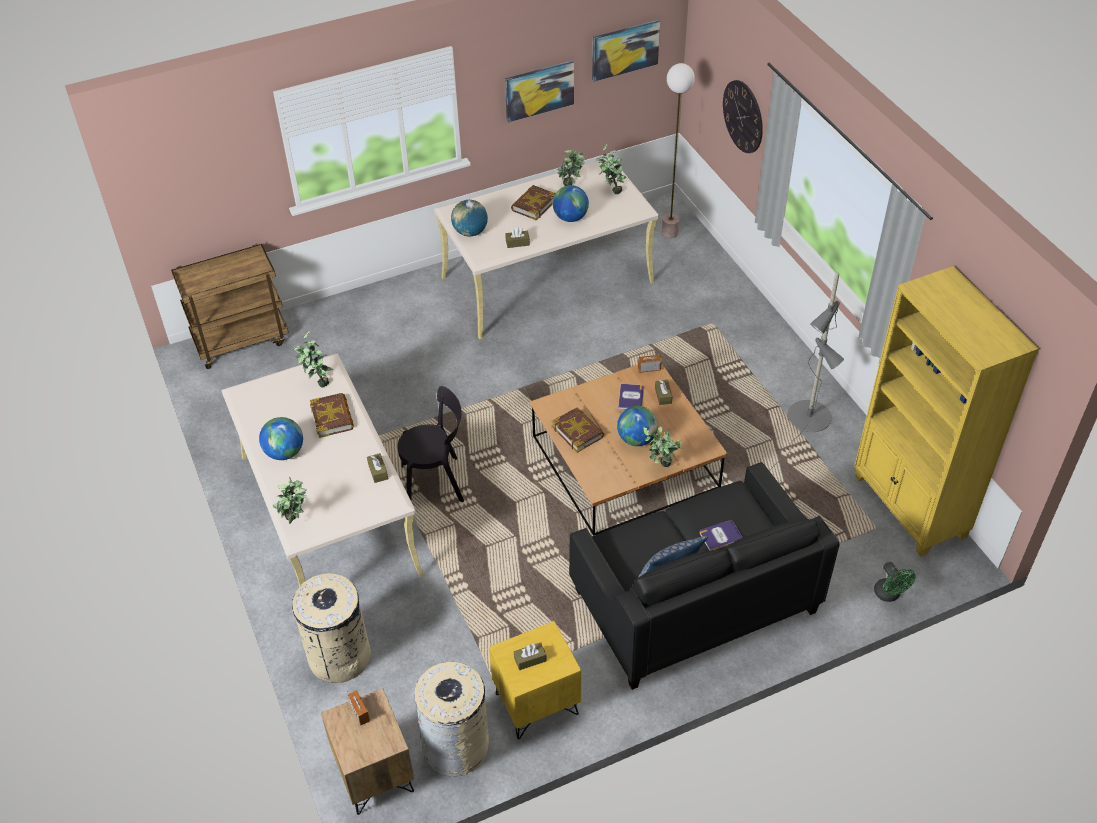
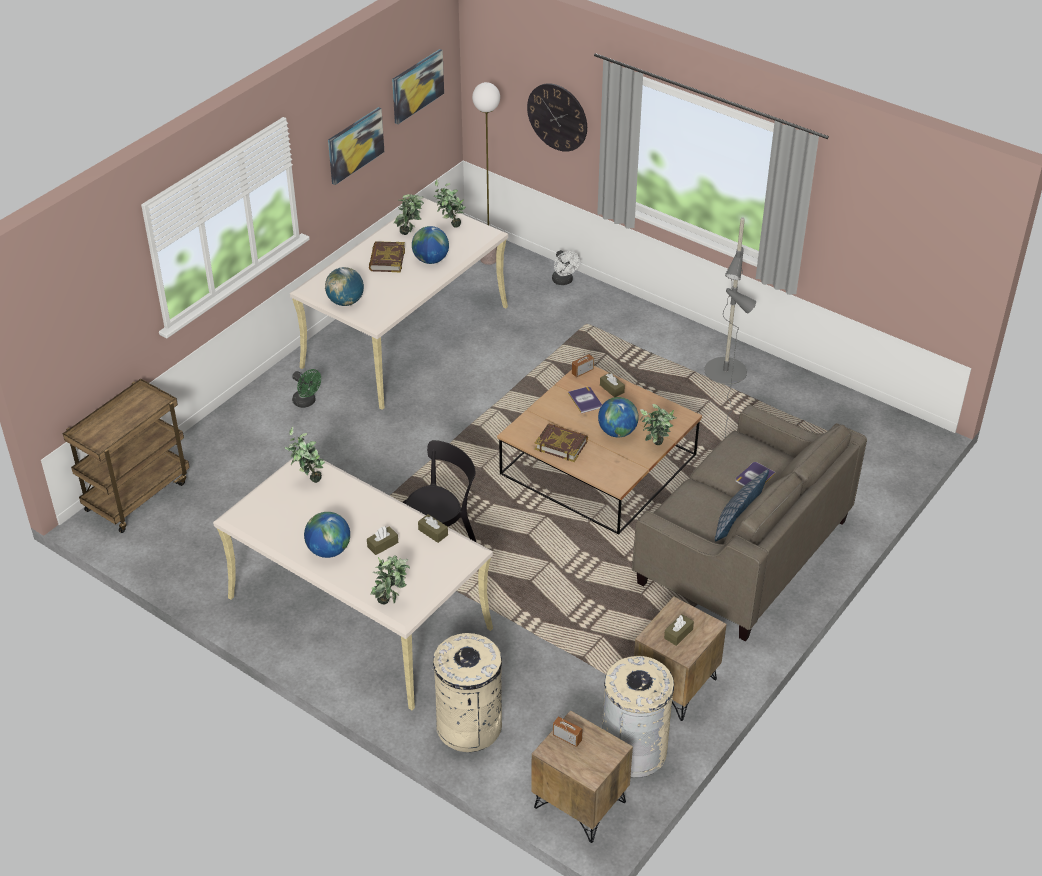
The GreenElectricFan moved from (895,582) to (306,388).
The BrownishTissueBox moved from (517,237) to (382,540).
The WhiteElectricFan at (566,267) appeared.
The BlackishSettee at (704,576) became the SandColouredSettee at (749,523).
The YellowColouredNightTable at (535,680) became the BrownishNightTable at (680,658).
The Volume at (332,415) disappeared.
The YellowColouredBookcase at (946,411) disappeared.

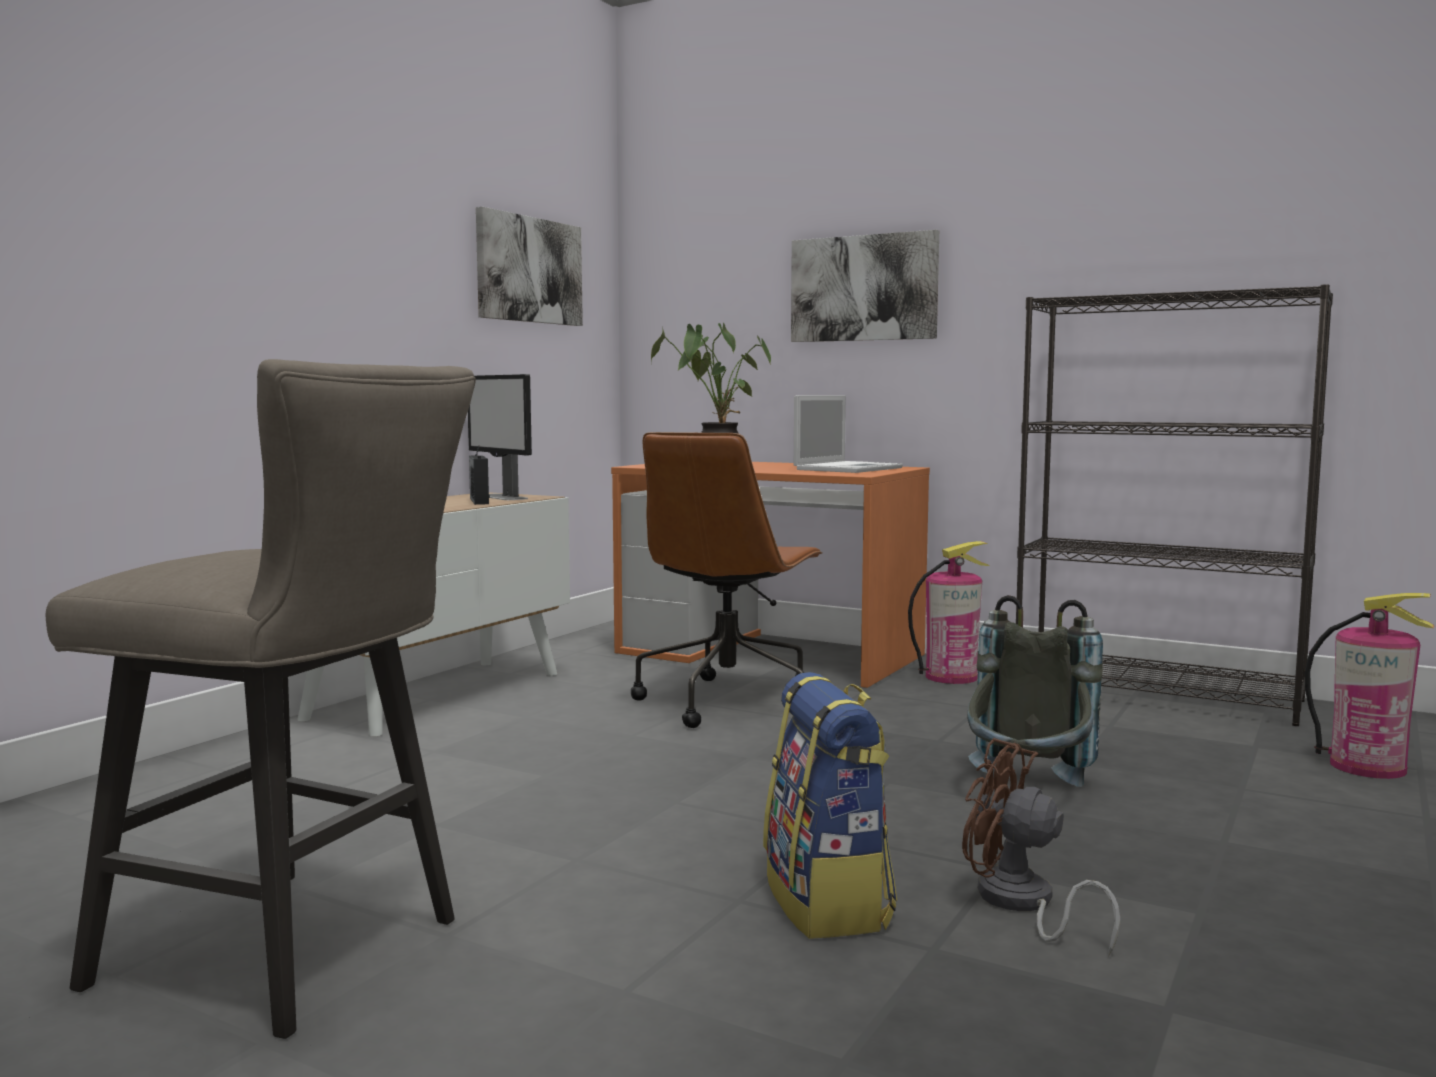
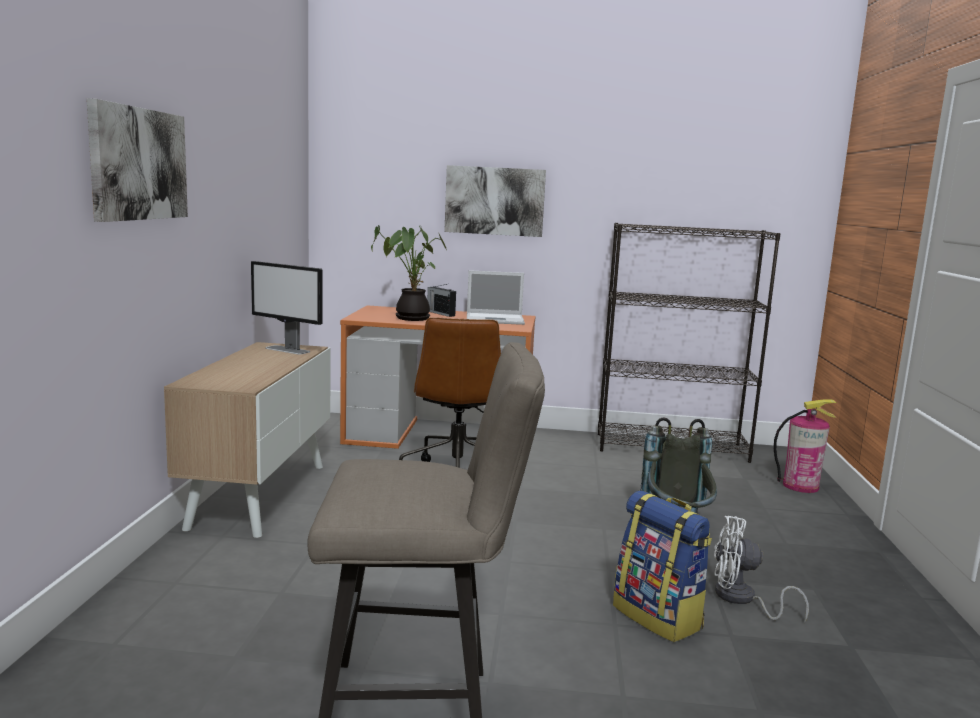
The Picture moved from (529,266) to (137,160).
The RadioSet moved from (479,476) to (441,300).
The Laptop at (848,434) turned 75 degrees clockwise.
The BrownishElectricFan at (1041,847) became the WhiteElectricFan at (761,569).
The FireExtinguisher at (949,612) disappeared.

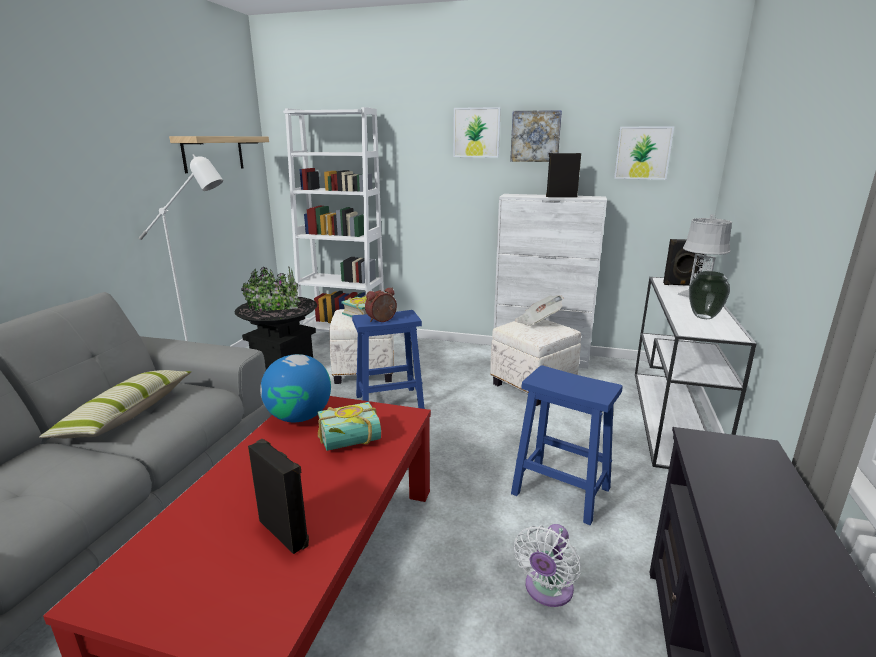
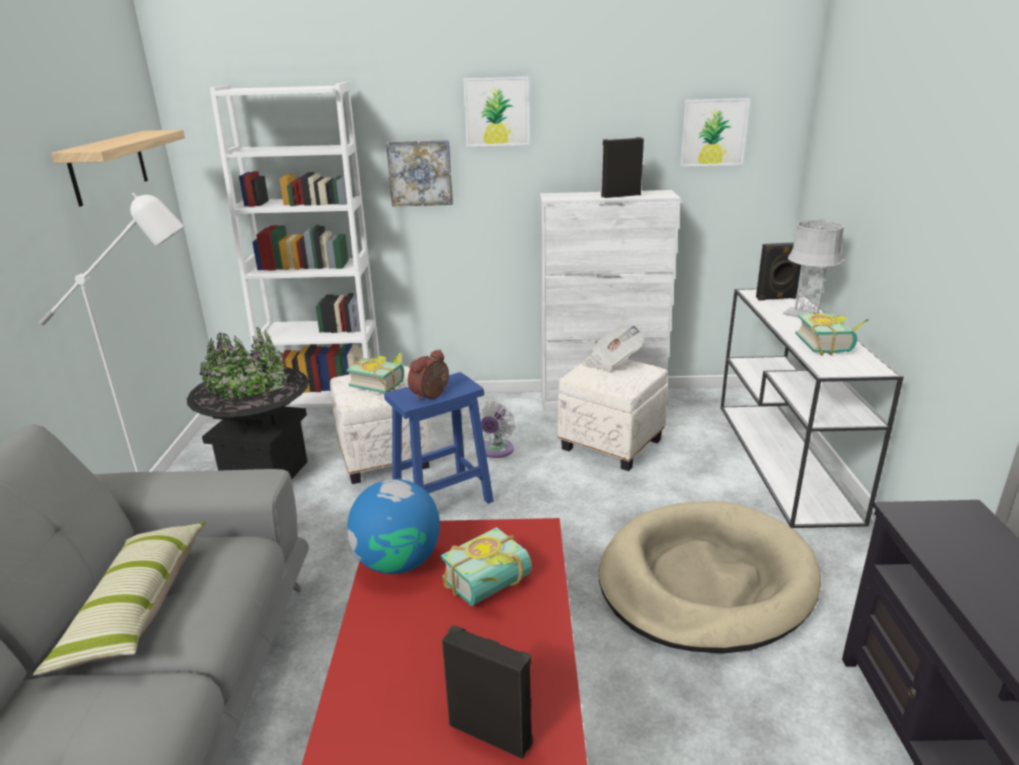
The Picture moved from (536,136) to (419,173).
The WhiteElectricFan moved from (547,565) to (492,429).
The BluishStool at (567,445) was replaced by the SandColouredDogBed at (710,577).
The Vase at (709,295) was replaced by the Volume at (832,333).

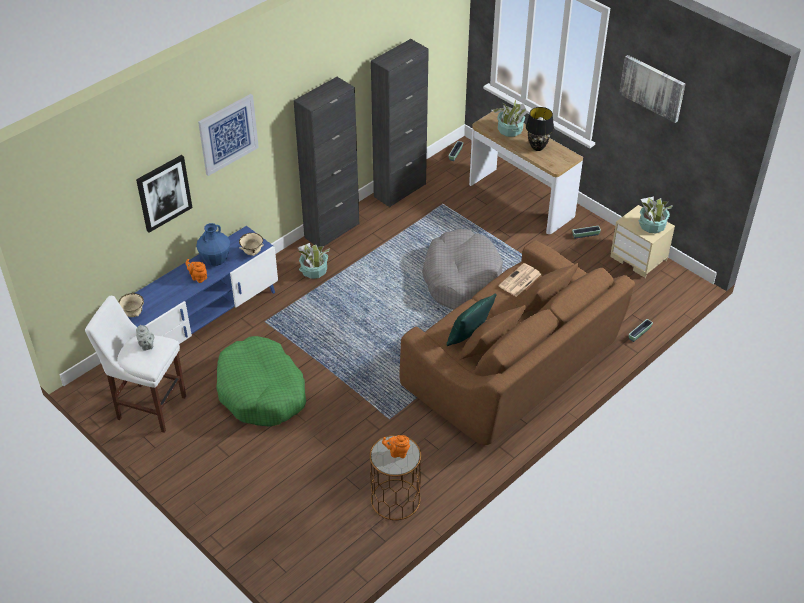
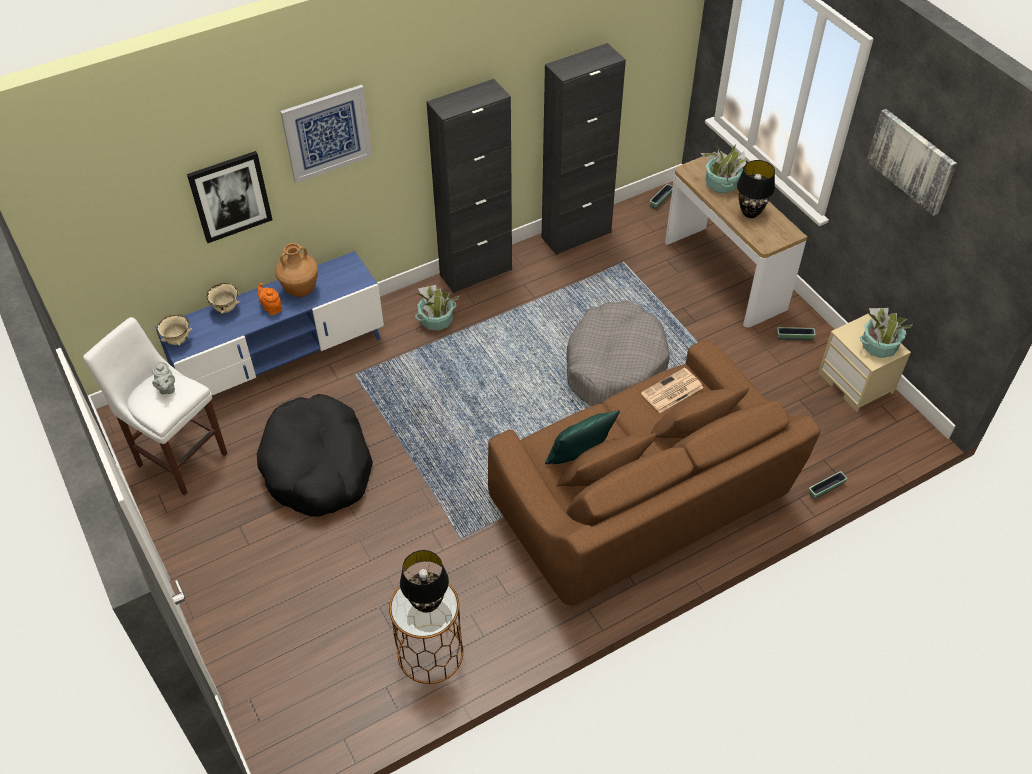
The SandColouredDeepDish moved from (251,244) to (223,298).
The GreenDogBed at (261,381) became the BlackishDogBed at (315,455).
The BluishVase at (213,244) became the BrownishVase at (296,270).
The OrangeColouredTeapot at (396,446) was replaced by the BlackishTableLamp at (424,581).

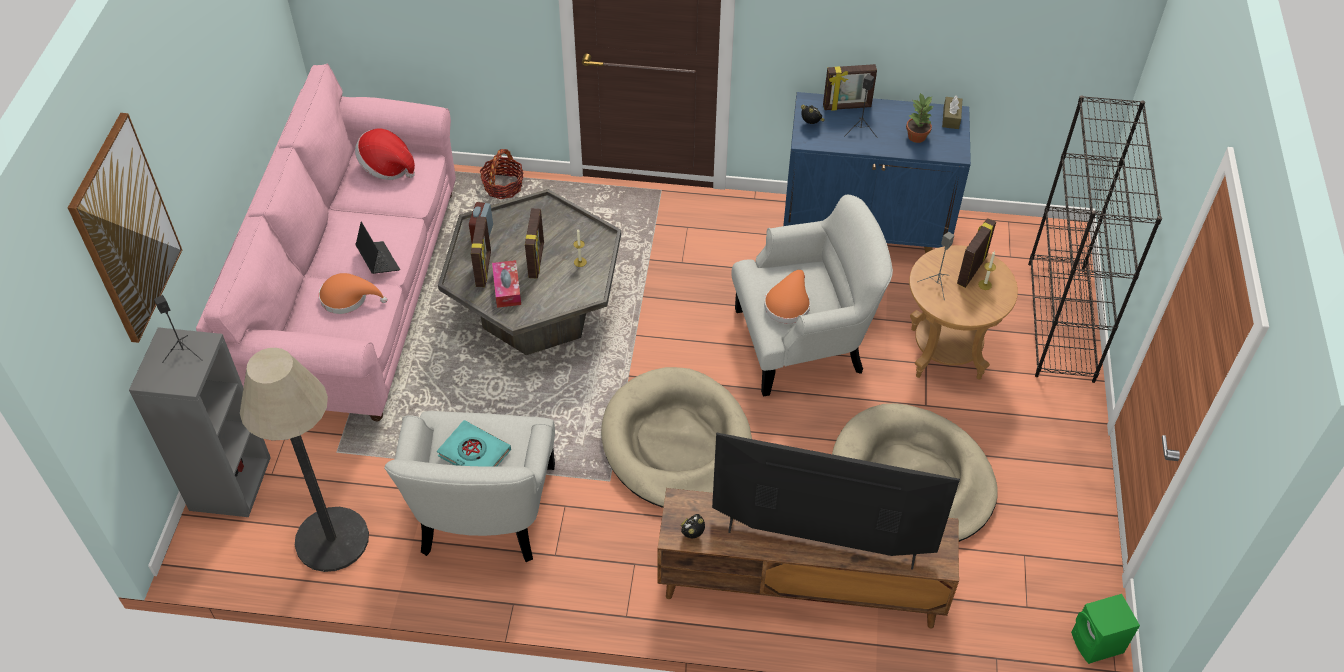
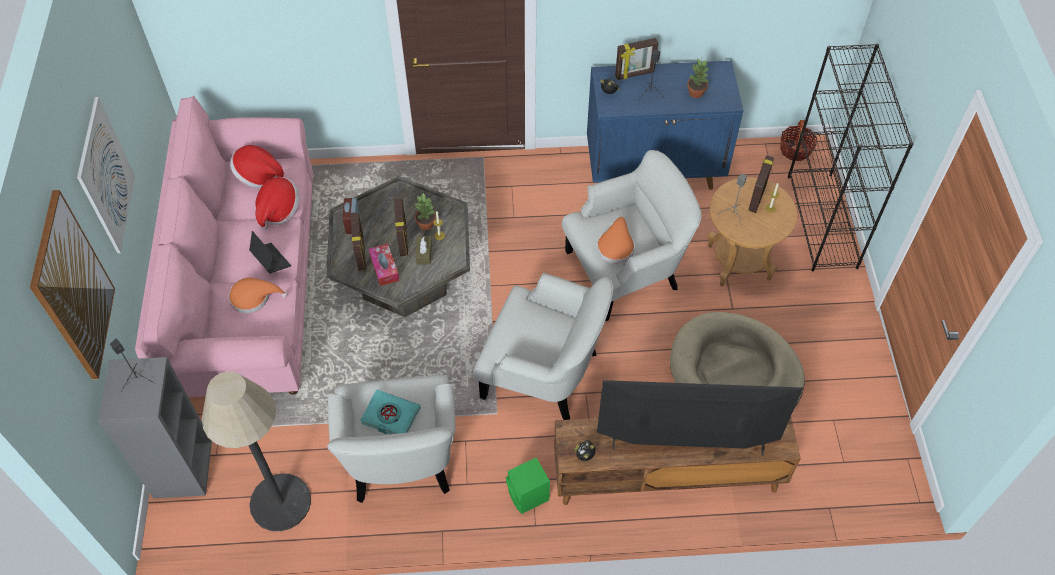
The Picture at (106,175) appeared.
The ClothingHat at (277,203) appeared.
The PottedPlant at (425,211) appeared.
The BrownishTissueBox moved from (952,112) to (424,250).
The SandColouredDogBed at (676,437) was replaced by the WhiteEasyChair at (543,346).
The GreenAudioSpeaker moved from (1105,629) to (528,486).
The HouseholdBasket moved from (502,174) to (798,140).

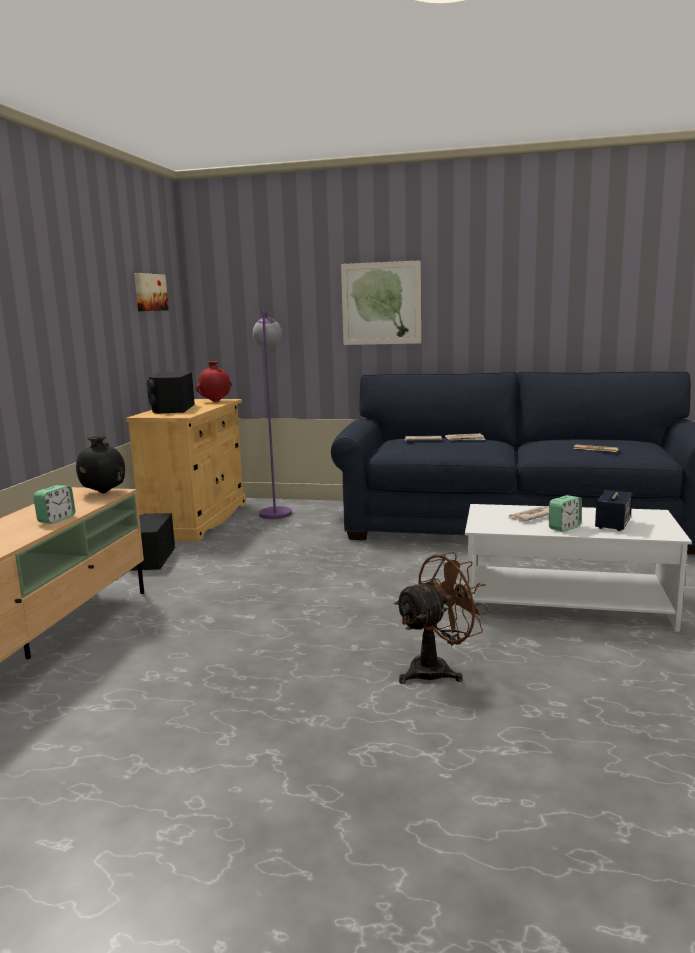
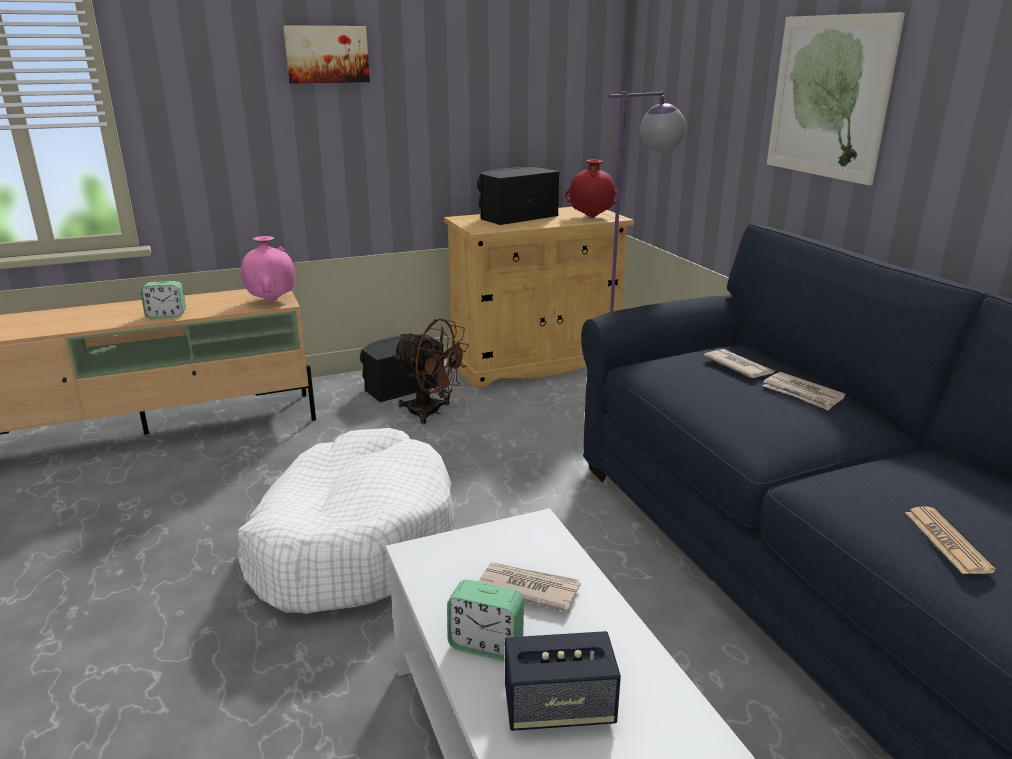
The WhiteDogBed at (345,521) appeared.
The BlackishVase at (100,464) became the PinkishVase at (268,268).
The Picture moved from (151,292) to (326,54).
The BrownishElectricFan moved from (442,618) to (430,371).

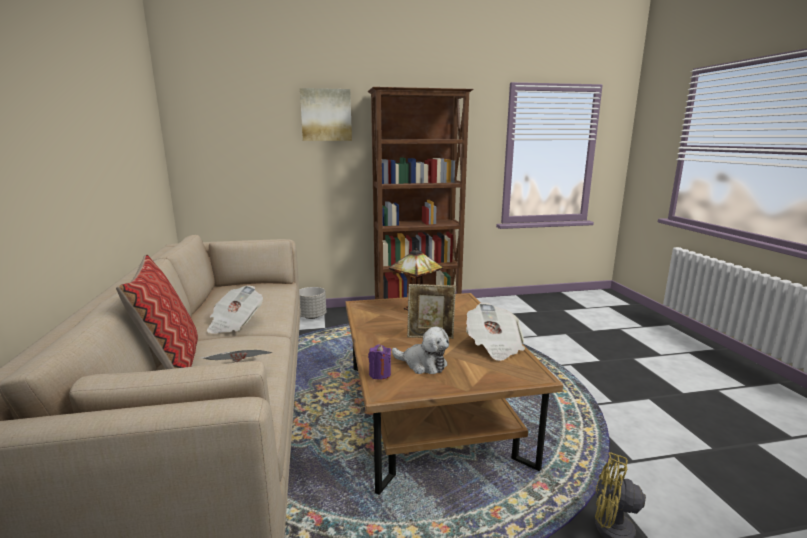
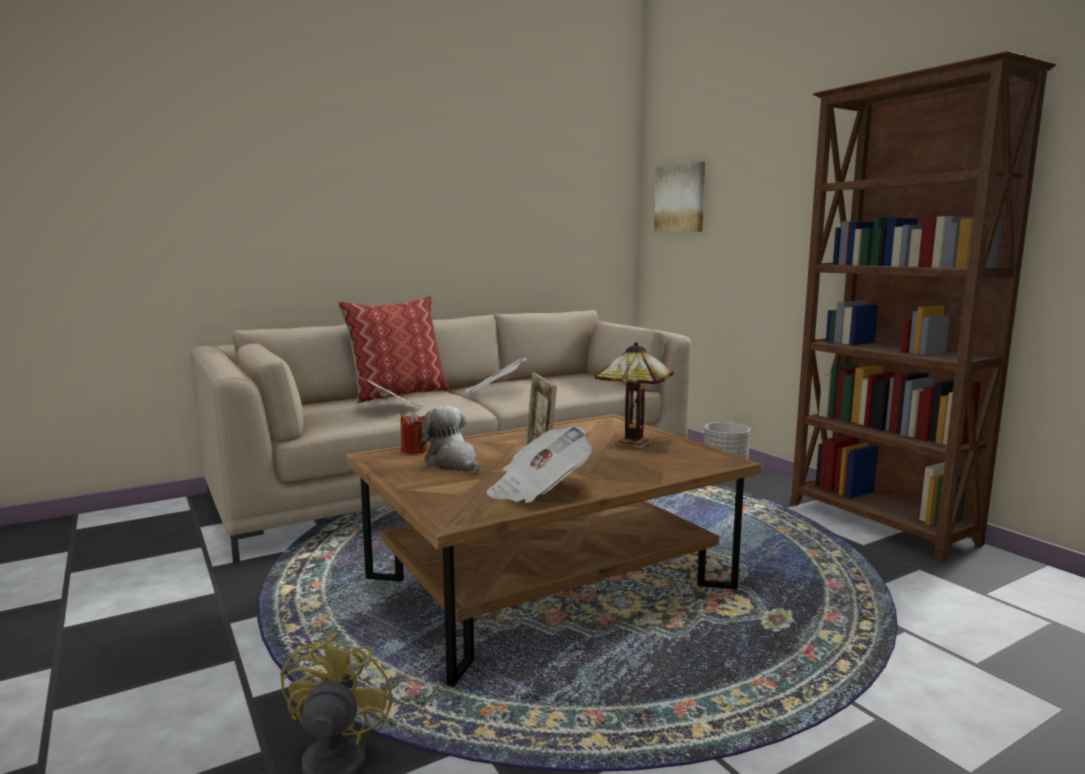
The PurpleColouredCandle at (379,362) became the RedCandle at (414,433).
The PlushToy at (420,350) turned 135 degrees clockwise.
The Picture moved from (326,114) to (679,197).

